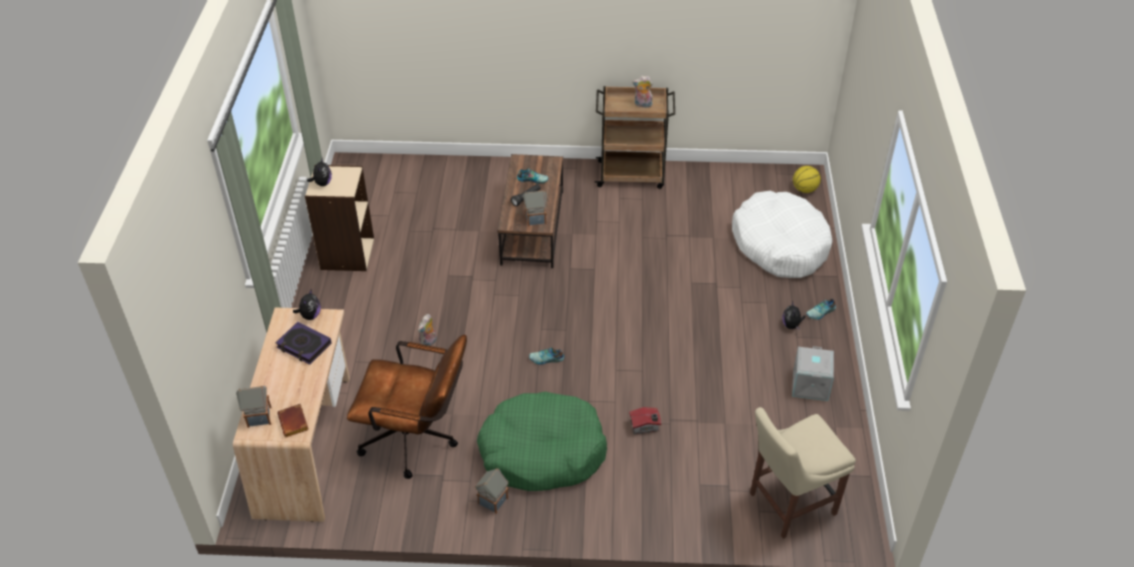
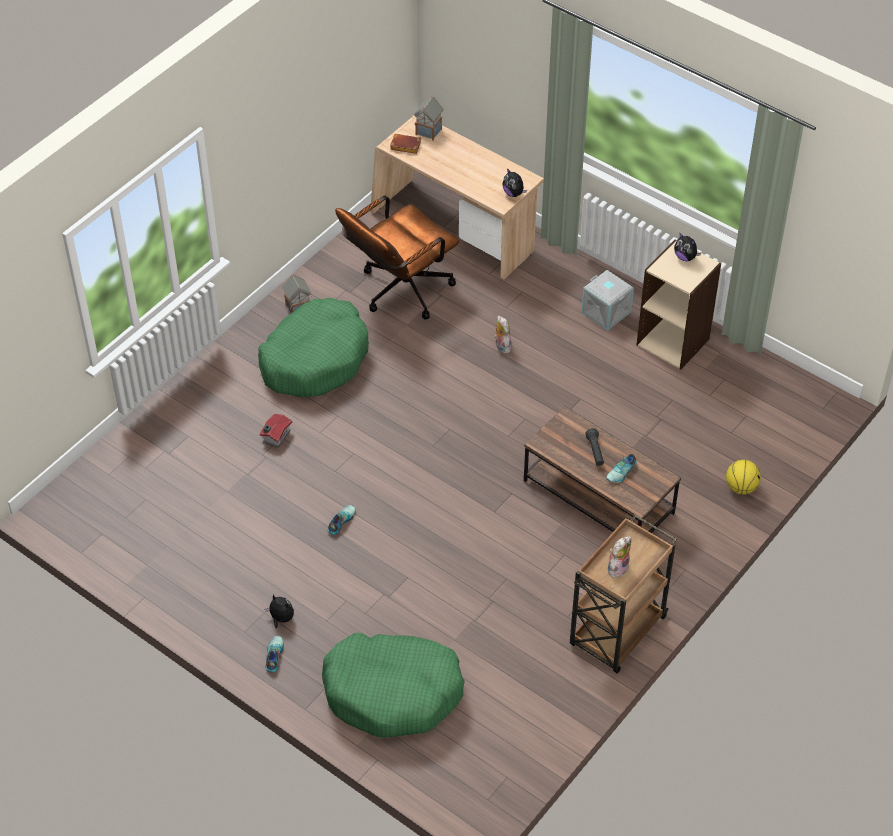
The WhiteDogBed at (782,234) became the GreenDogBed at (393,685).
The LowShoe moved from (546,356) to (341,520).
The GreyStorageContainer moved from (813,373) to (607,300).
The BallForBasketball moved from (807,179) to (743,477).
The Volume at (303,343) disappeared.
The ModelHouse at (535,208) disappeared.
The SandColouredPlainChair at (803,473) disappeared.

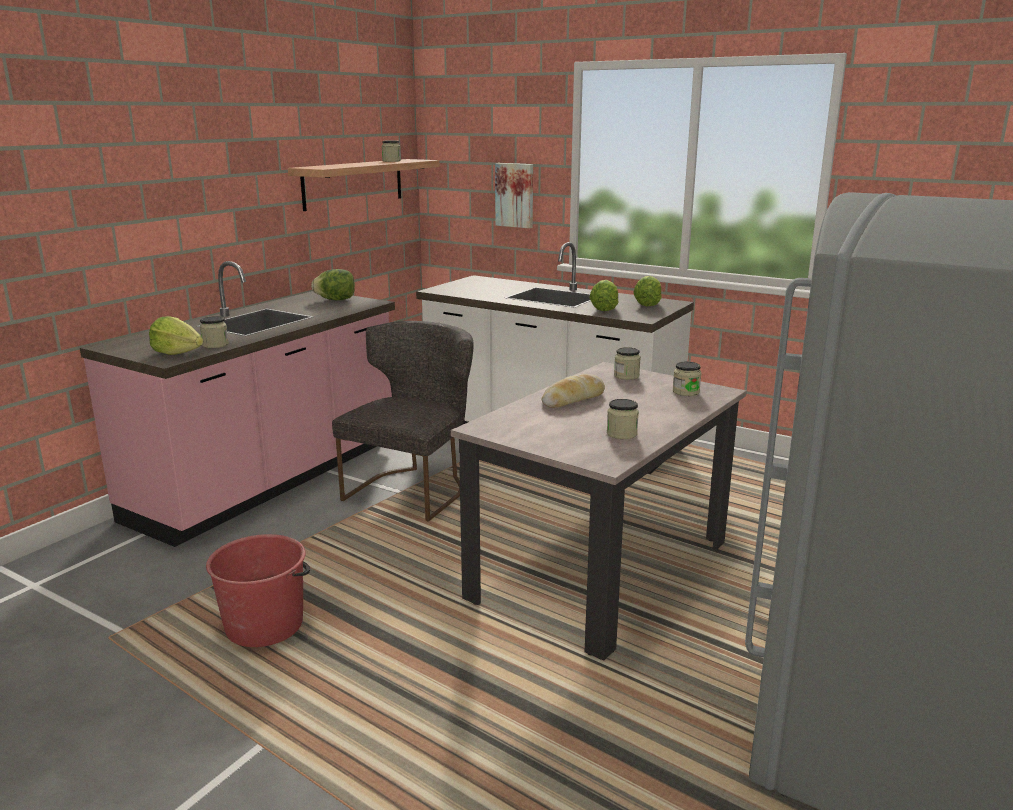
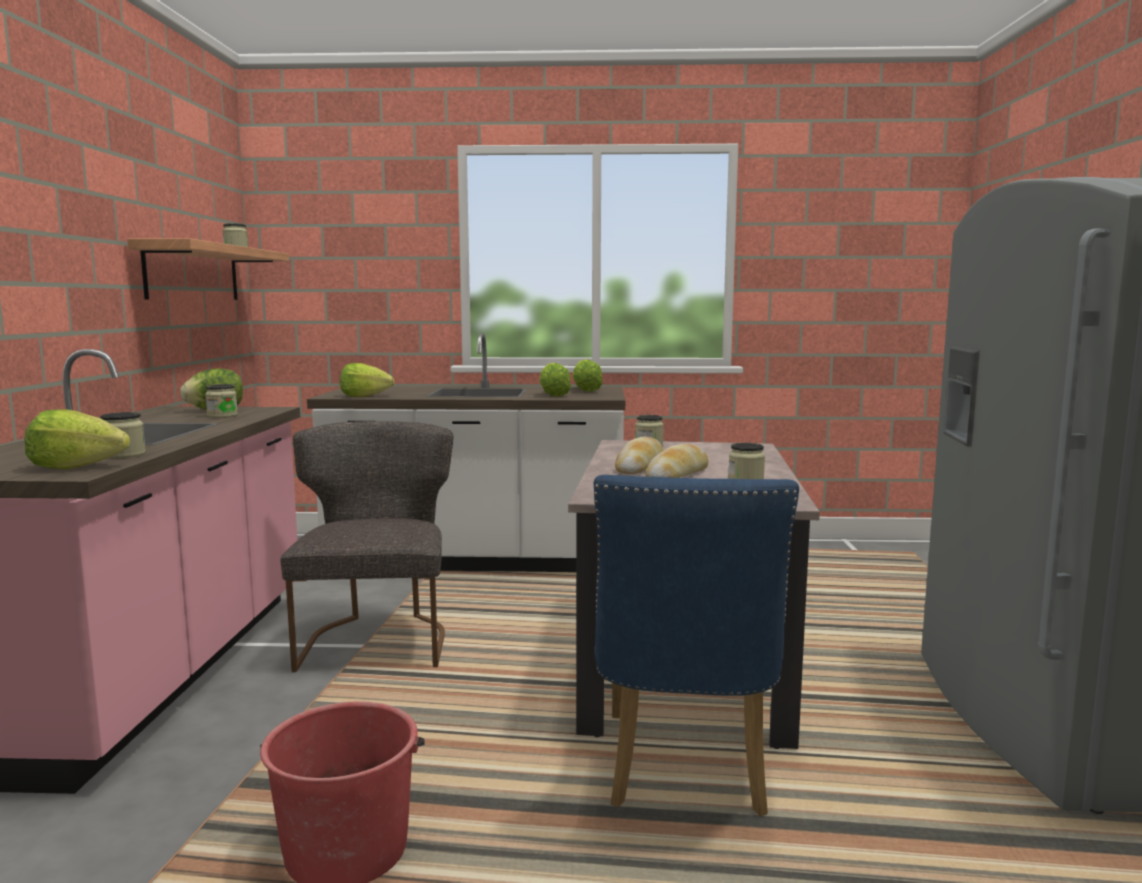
The Jar moved from (687,379) to (221,401).
The HeadOfLettuce at (367,380) appeared.
The BluishPlainChair at (696,645) appeared.
The Bread at (677,461) appeared.
The Picture at (514,195) disappeared.

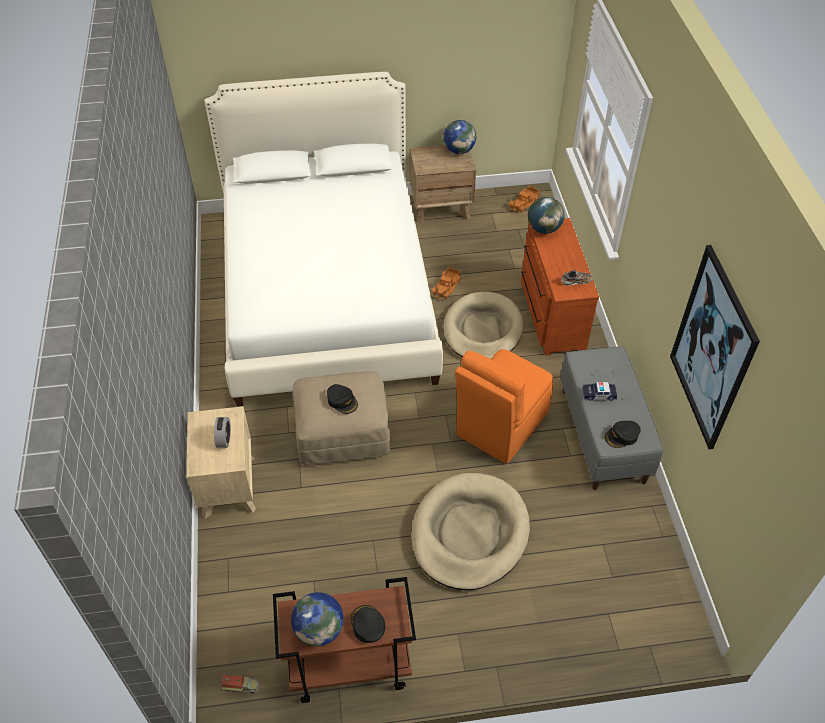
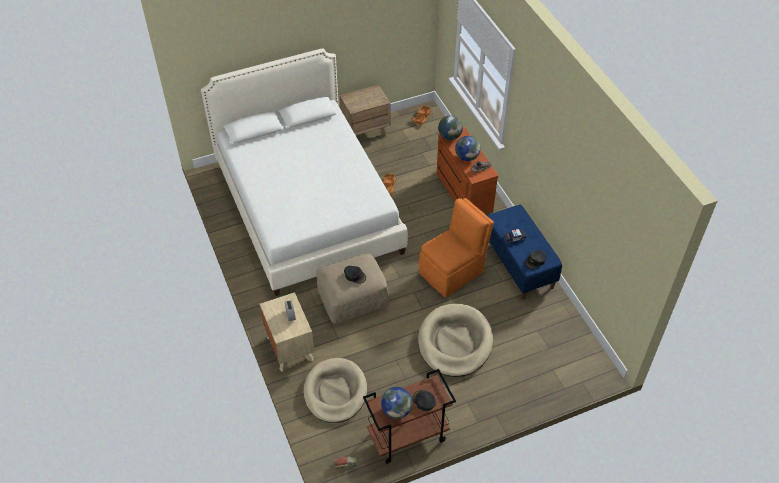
The SandColouredDogBed moved from (483,325) to (335,390).
The OrangeColouredPlainChair at (504,406) turned 150 degrees counterclockwise.
The DeskGlobe moved from (459,137) to (467,148).
The GreyBench at (611,418) became the BluishBench at (524,252).
The Picture at (715,347) disappeared.

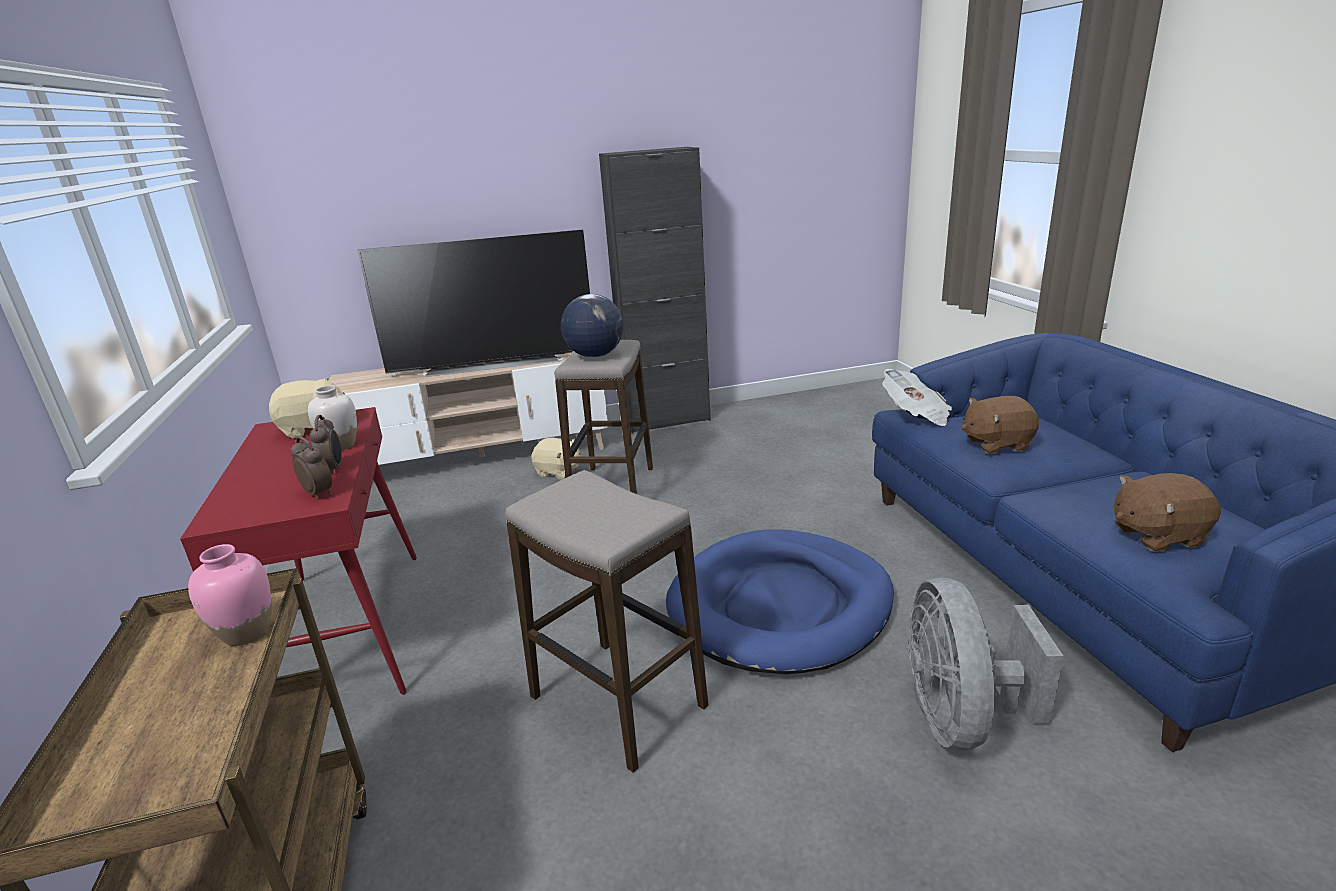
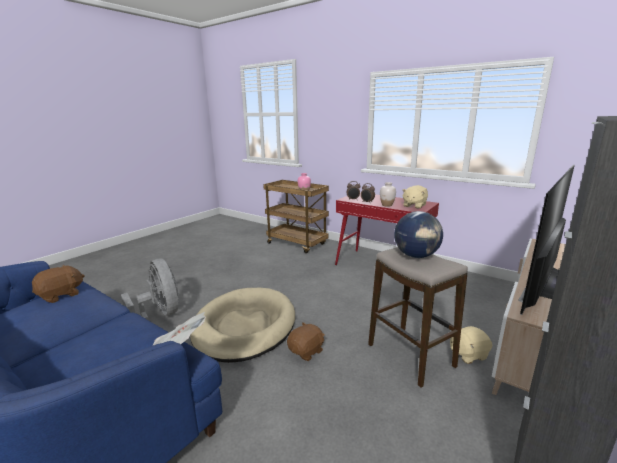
The BluishDogBed at (780,601) became the SandColouredDogBed at (242,325).
The BrownishPlushToy moved from (1000,425) to (306,341).
The Stool at (606,621) disappeared.

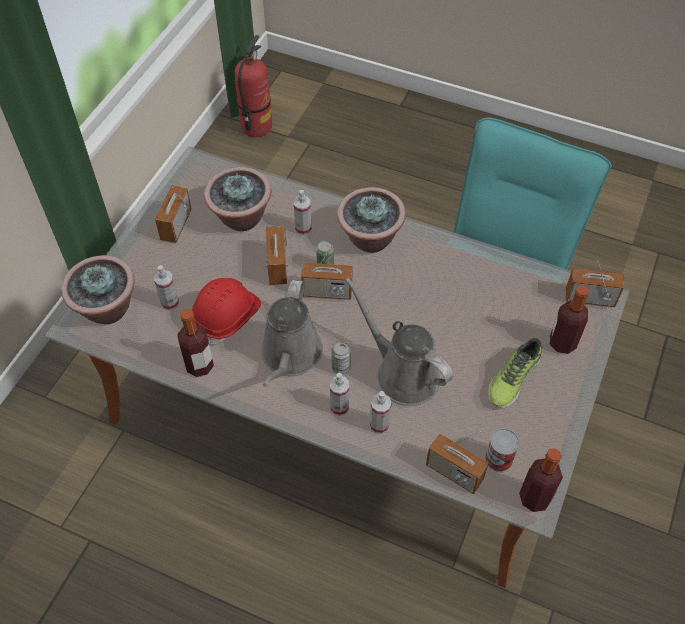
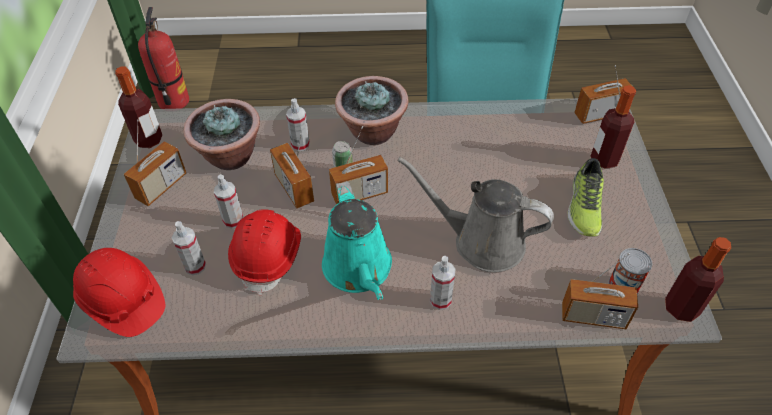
The PottedPlant at (98,289) was replaced by the RedWorkHelmet at (119,292).
The DrinkBottle moved from (195,343) to (138,107).
The RadioSet at (173,214) turned 135 degrees counterclockwise.
The HandSprayer moved from (381,412) to (228,201).
The GreySprinklingCan at (292,333) became the TurquoiseColouredSprinklingCan at (357,240).
The Can at (341,358) disappeared.

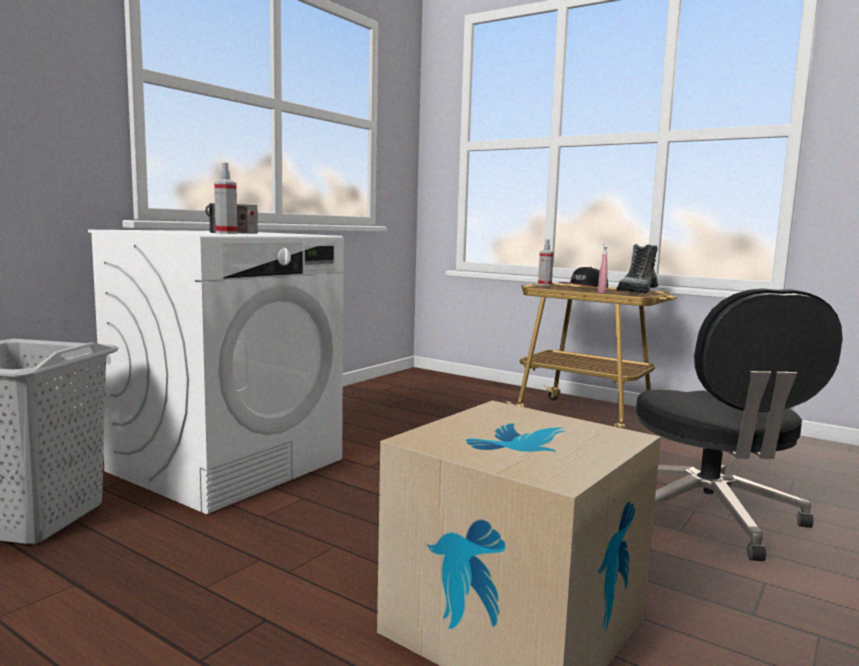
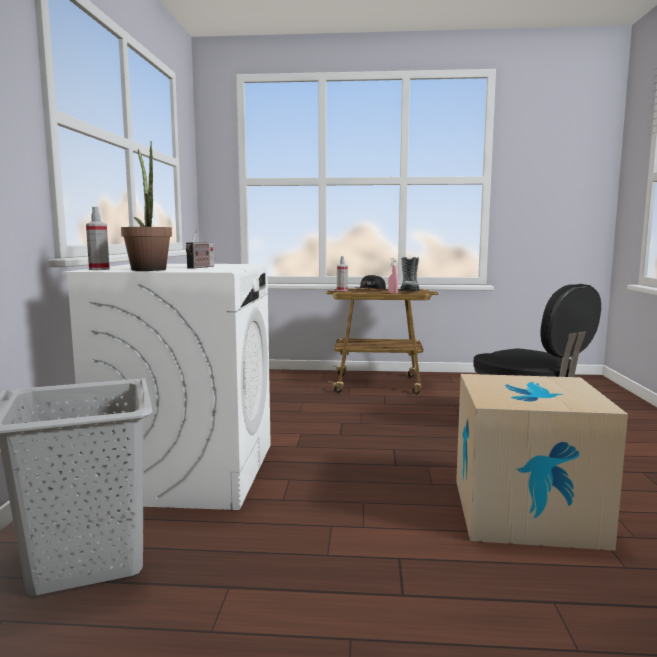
The HandSprayer moved from (225,198) to (98,238).
The PottedPlant at (146,206) appeared.

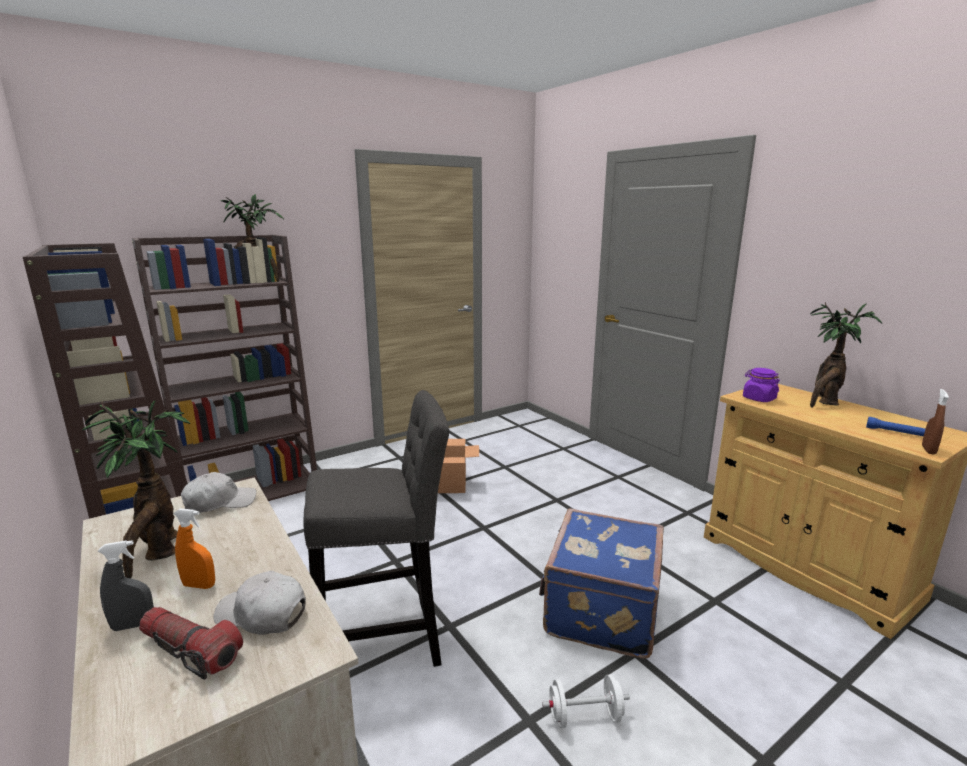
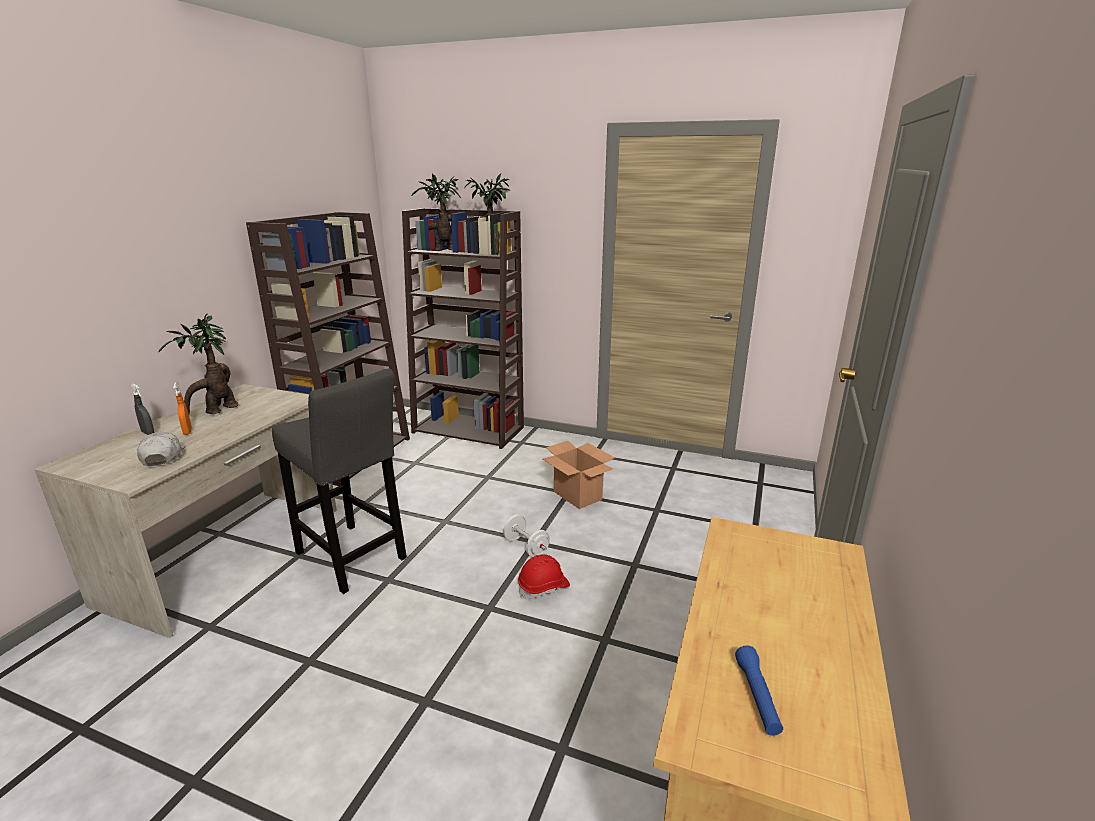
The PottedPlant moved from (846,355) to (436,212).
The WhiteHandWeight moved from (586,701) to (526,535).
The RedWorkHelmet at (544,576) appeared.
The Flashlight at (191,643) disappeared.
The WhitePeakedCap at (218,492) disappeared.
The BluishSuitcase at (601,583) disappeared.
The PurpleColouredJar at (761,385) disappeared.
The BrownishHandSprayer at (935,421) disappeared.

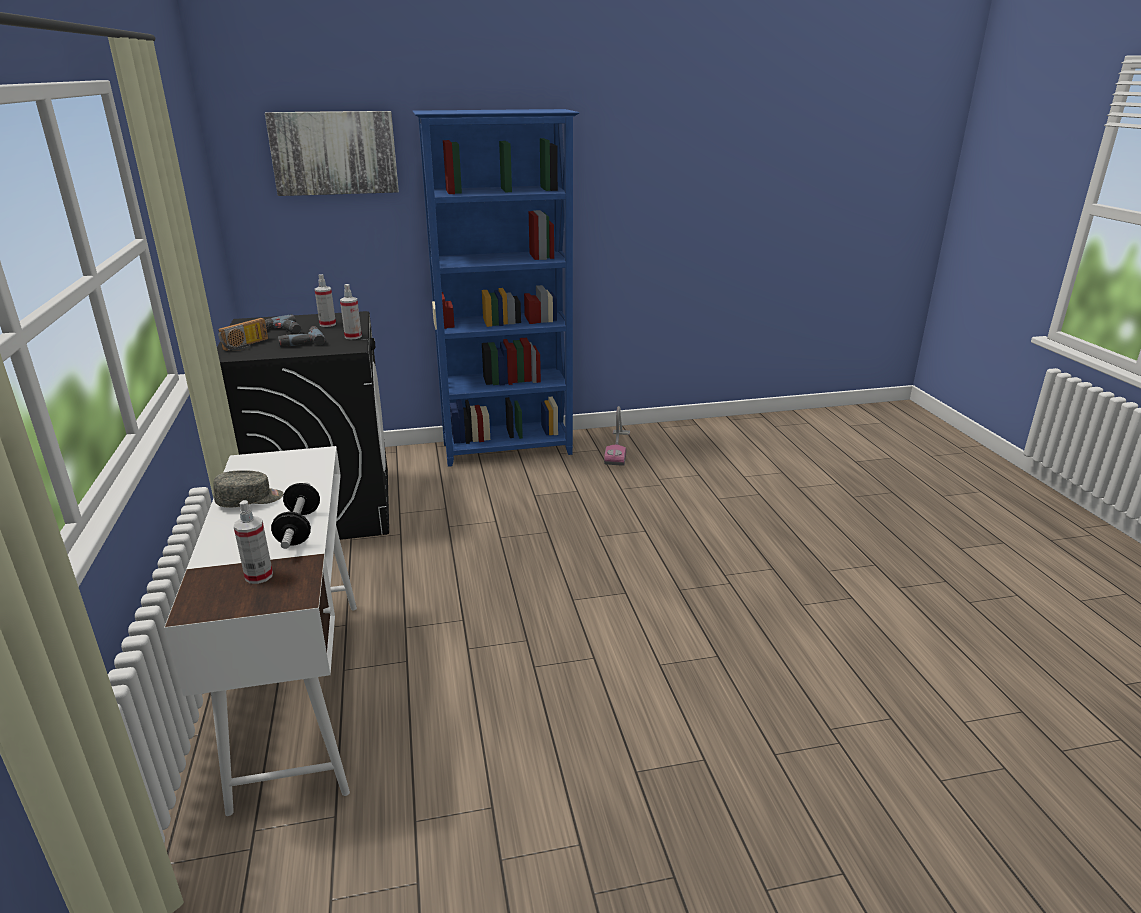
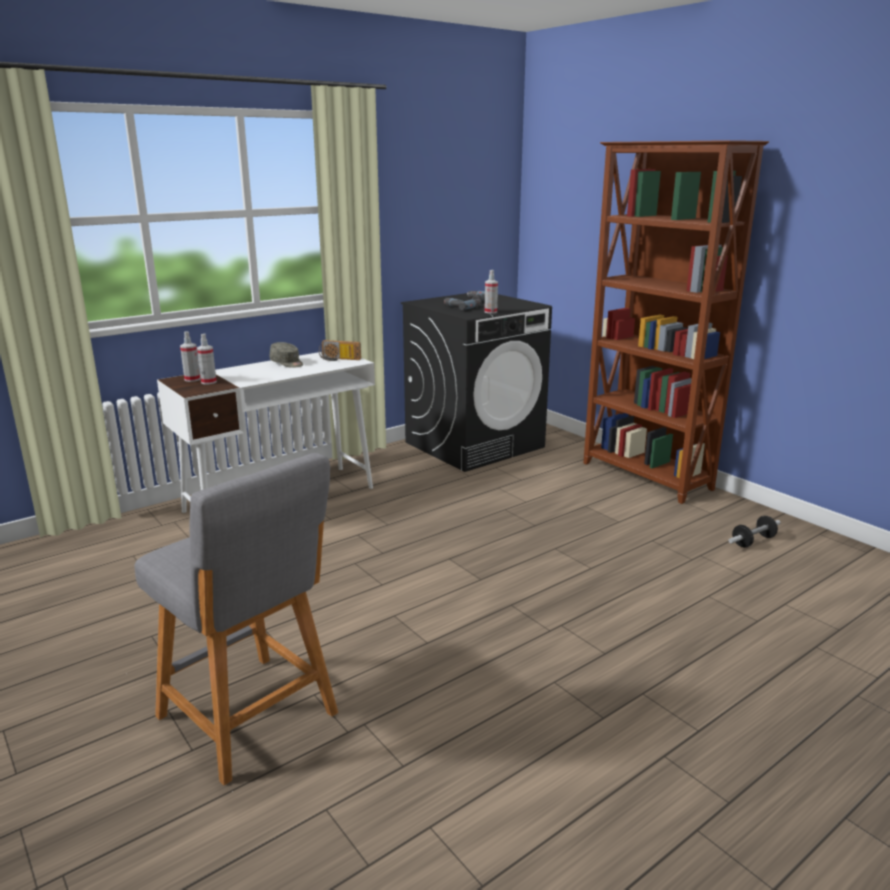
The GreyStool at (236,619) appeared.
The HandSprayer moved from (325,300) to (190,356).
The RadioSet moved from (243,334) to (340,350).
The BluishBookcase at (495,288) became the BrownishBookcase at (676,322).
The HandWeight moved from (295,515) to (754,532).
The Picture at (332,153) disappeared.
The VacuumCleaner at (617,436) disappeared.

